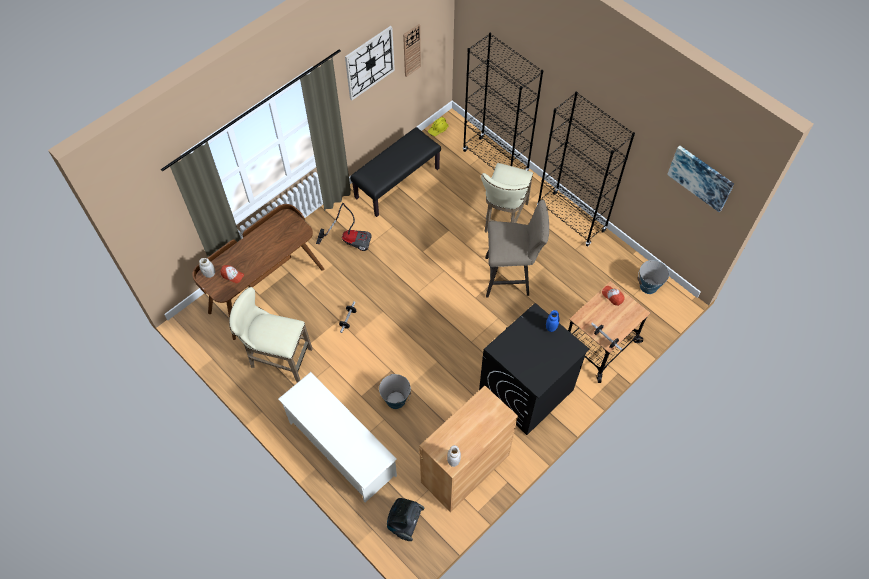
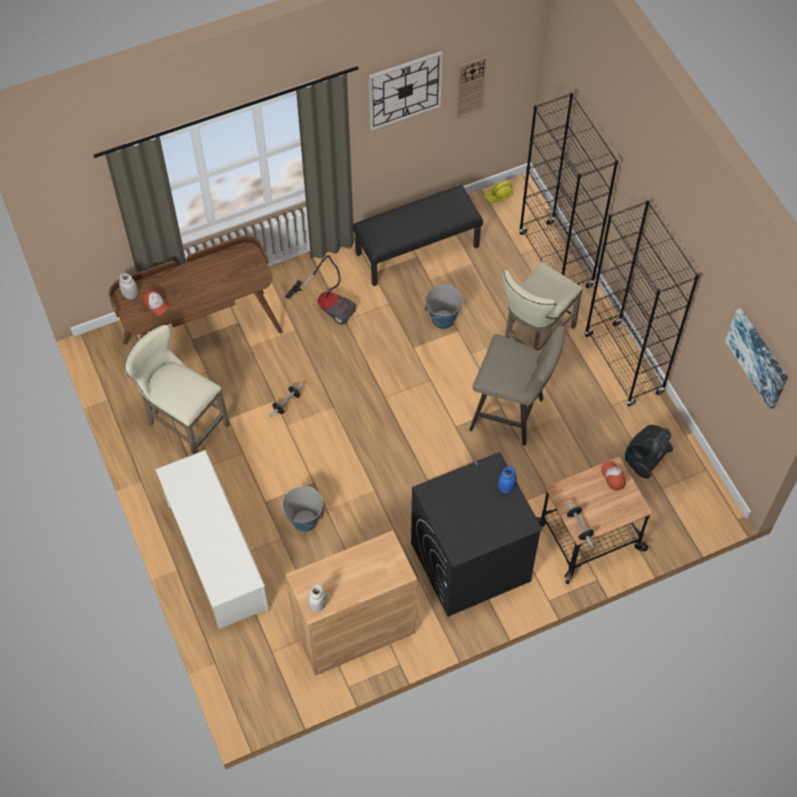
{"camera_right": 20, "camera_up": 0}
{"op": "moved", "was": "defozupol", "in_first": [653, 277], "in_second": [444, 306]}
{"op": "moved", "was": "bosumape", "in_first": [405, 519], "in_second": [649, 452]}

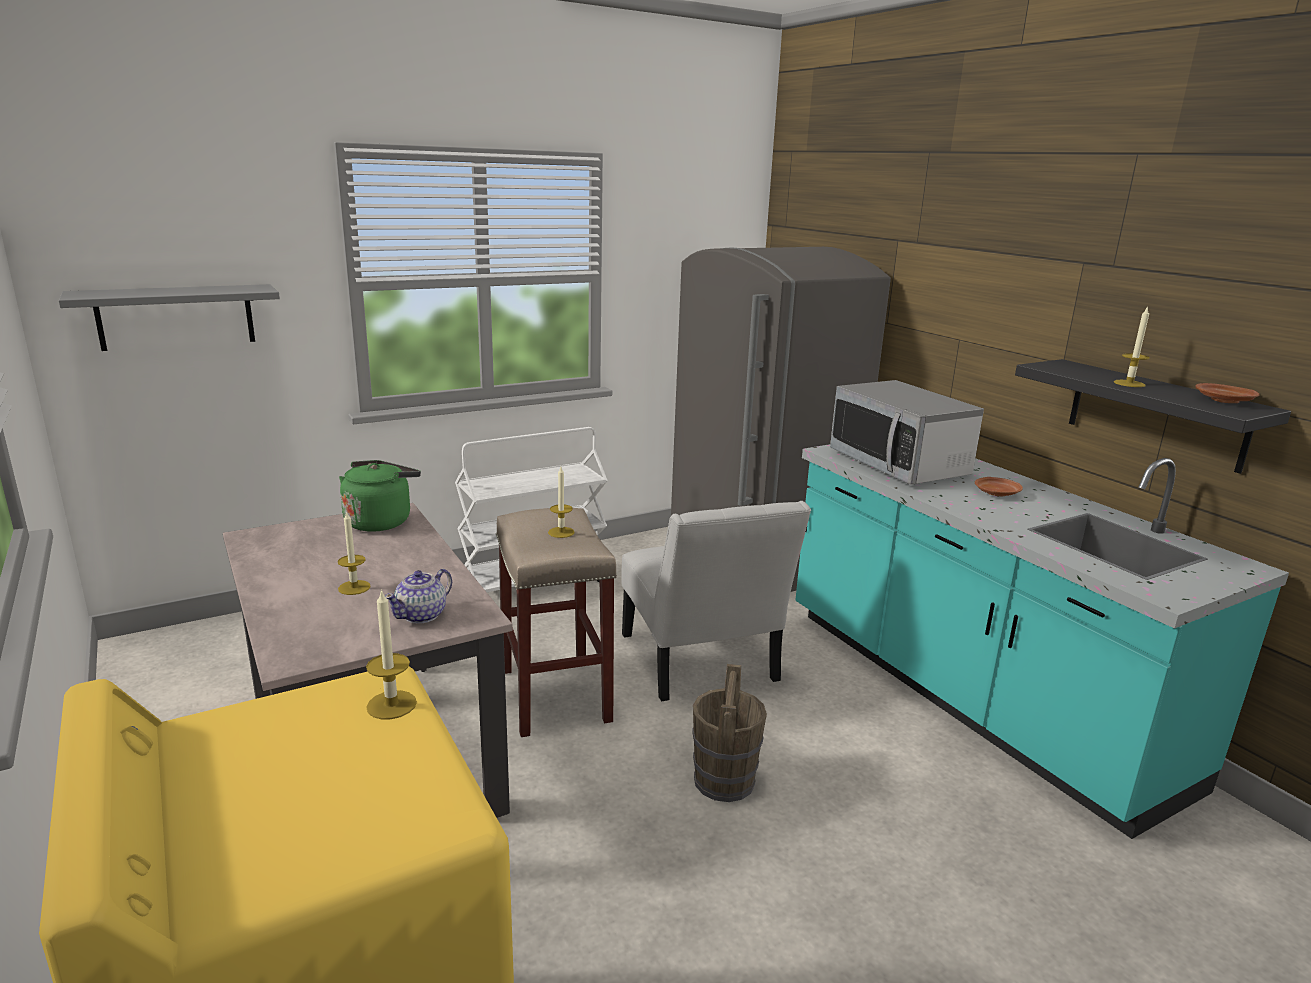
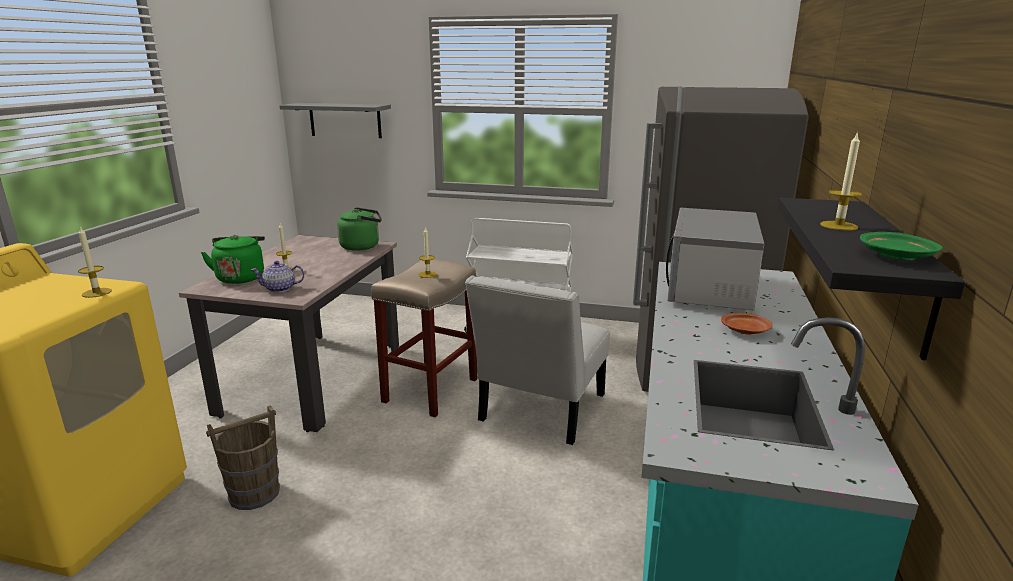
{"camera_right": 45, "camera_up": 0}
{"op": "added", "now": "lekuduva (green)", "in_second": [233, 259]}
{"op": "moved", "was": "defozupol (brown)", "in_first": [729, 733], "in_second": [243, 457]}
{"op": "recoloured", "was": "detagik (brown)", "now": "detagik (green)", "in_first": [1227, 393], "in_second": [901, 246]}

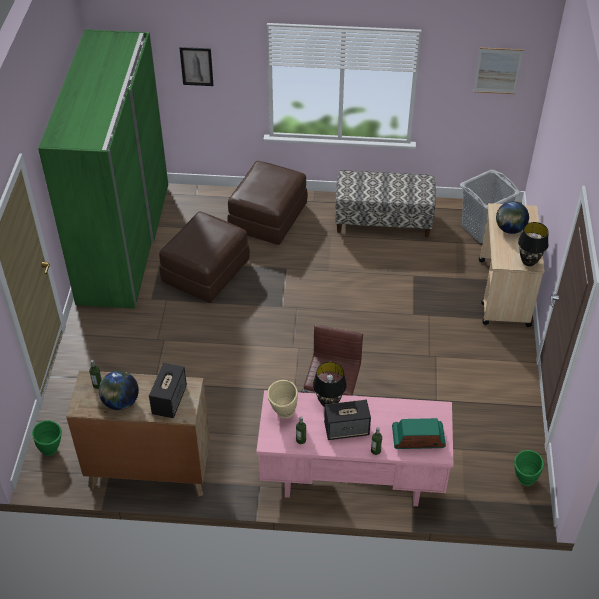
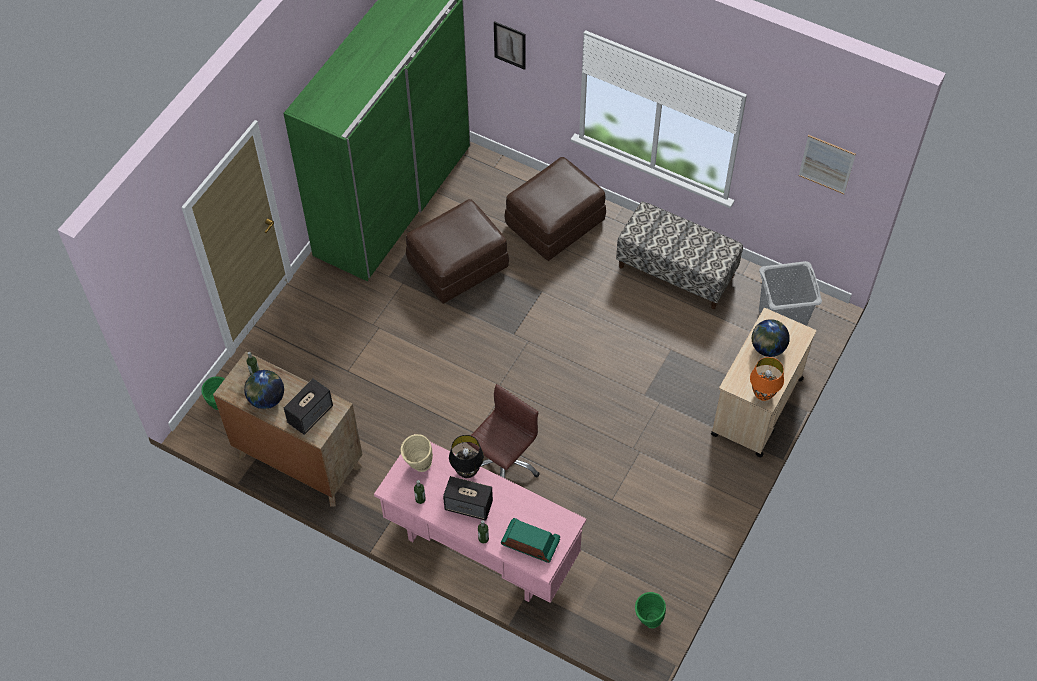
{"camera_right": 25, "camera_up": 10}
{"op": "recoloured", "was": "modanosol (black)", "now": "modanosol (orange)", "in_first": [533, 244], "in_second": [767, 379]}

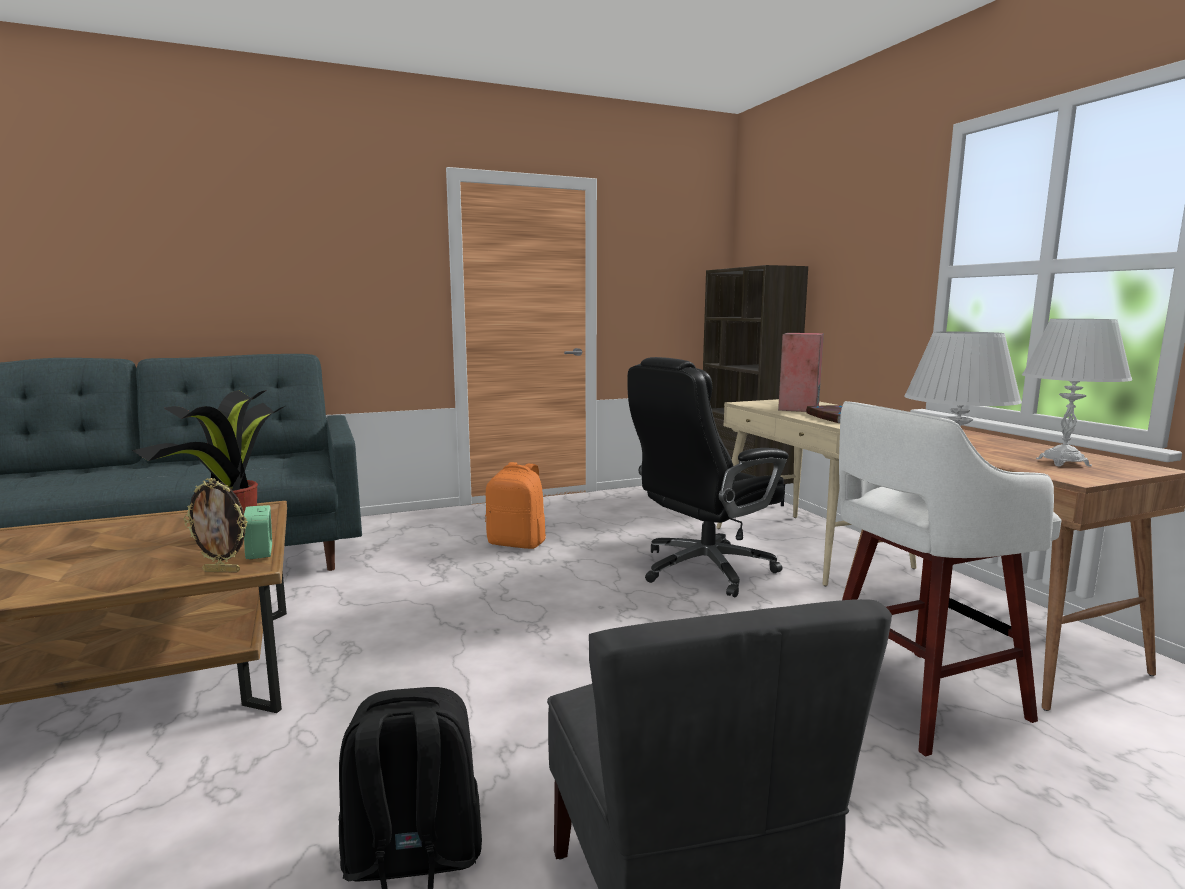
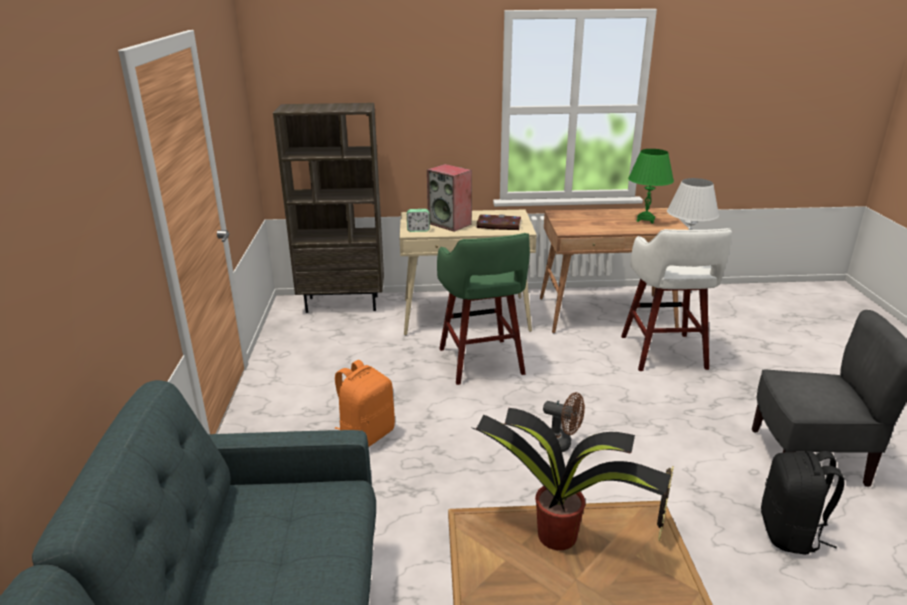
{"camera_right": -70, "camera_up": 15}
{"op": "moved", "was": "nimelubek", "in_first": [258, 532], "in_second": [418, 220]}
{"op": "replaced", "was": "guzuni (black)", "now": "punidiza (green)", "in_first": [708, 477], "in_second": [483, 309]}
{"op": "added", "now": "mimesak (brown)", "in_second": [562, 422]}
{"op": "recoloured", "was": "modanosol (white)", "now": "modanosol (green)", "in_first": [1077, 393], "in_second": [651, 186]}

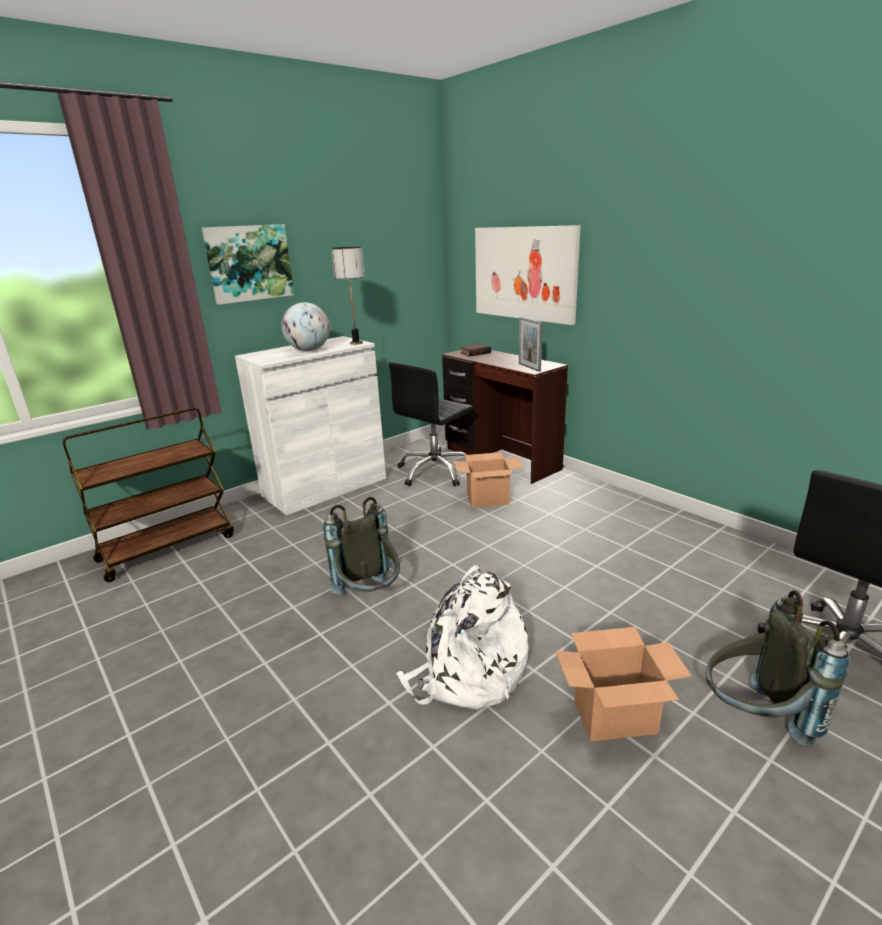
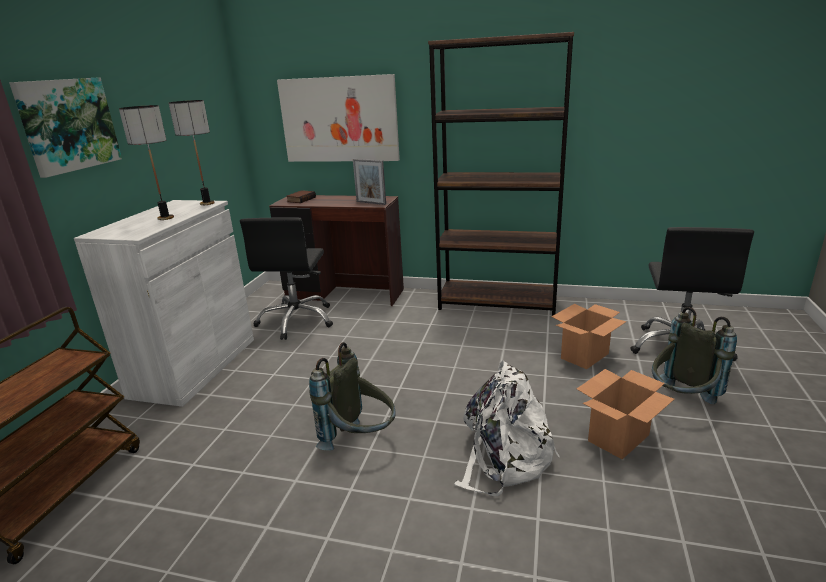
{"camera_right": -35, "camera_up": 0}
{"op": "replaced", "was": "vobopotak", "now": "modanosol", "in_first": [305, 326], "in_second": [146, 162]}
{"op": "added", "now": "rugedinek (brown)", "in_second": [501, 174]}
{"op": "moved", "was": "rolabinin", "in_first": [488, 480], "in_second": [588, 336]}

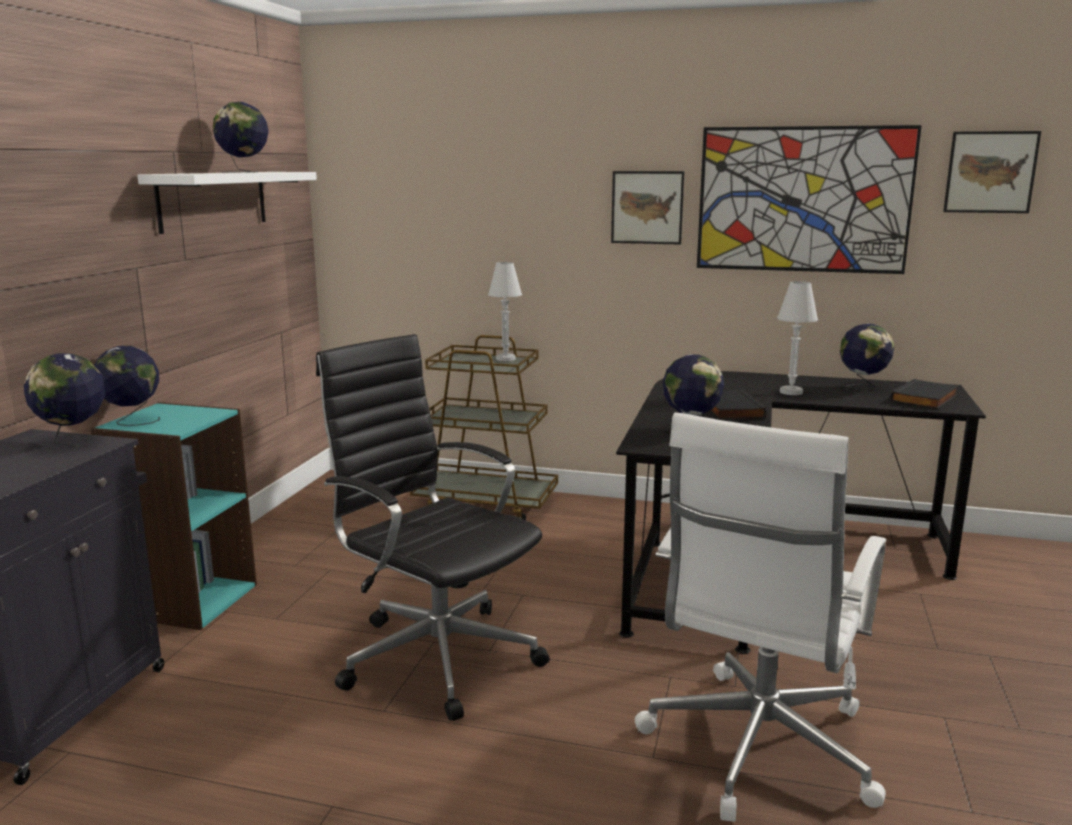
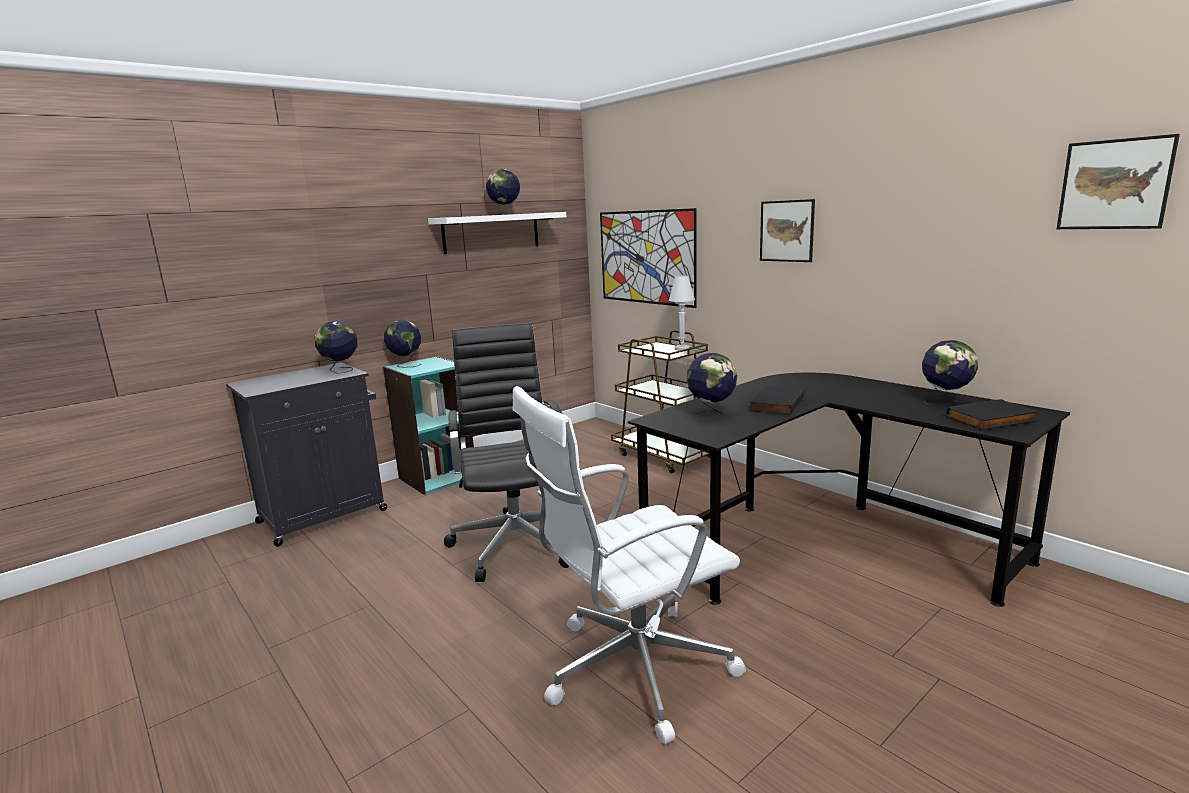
{"camera_right": 35, "camera_up": 0}
{"op": "moved", "was": "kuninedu", "in_first": [809, 199], "in_second": [648, 258]}
{"op": "removed", "was": "modanosol (white)", "in_first": [797, 338]}

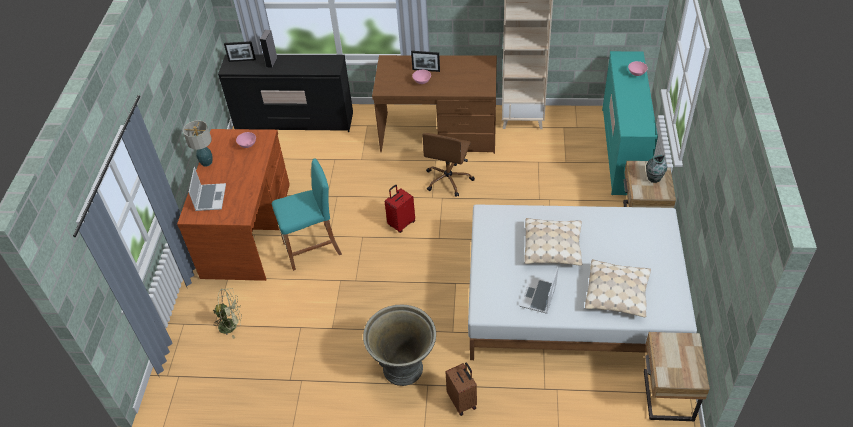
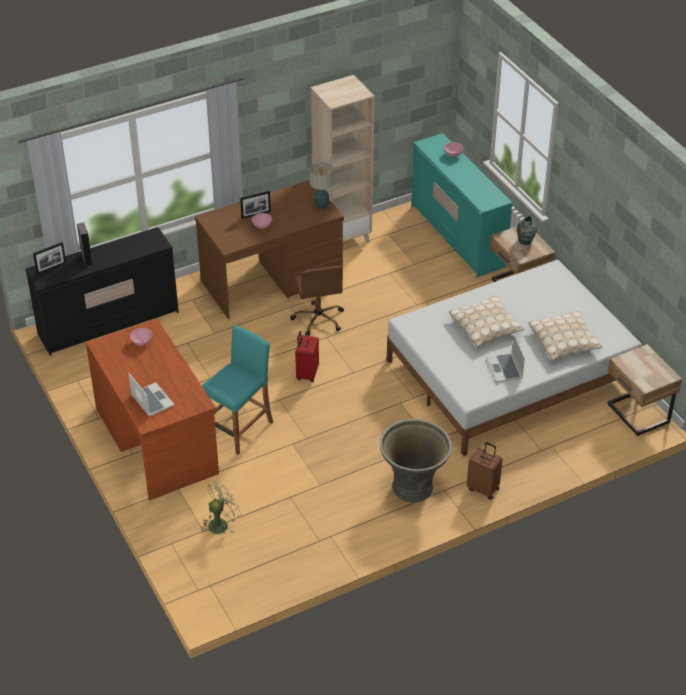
{"camera_right": -35, "camera_up": -5}
{"op": "moved", "was": "modanosol", "in_first": [198, 143], "in_second": [321, 185]}

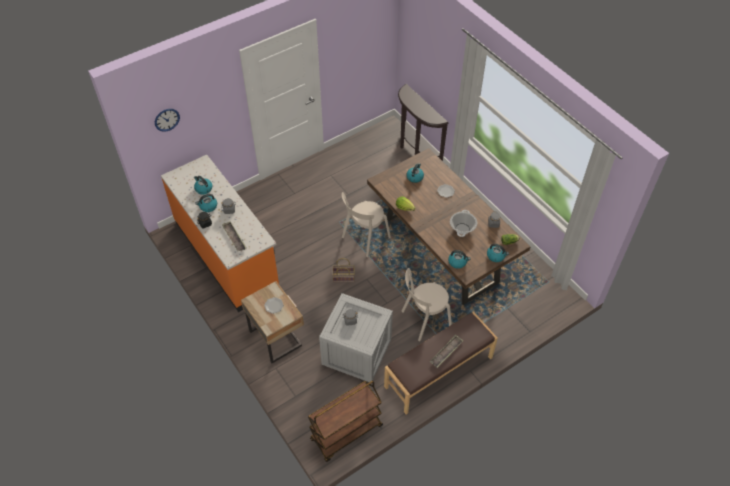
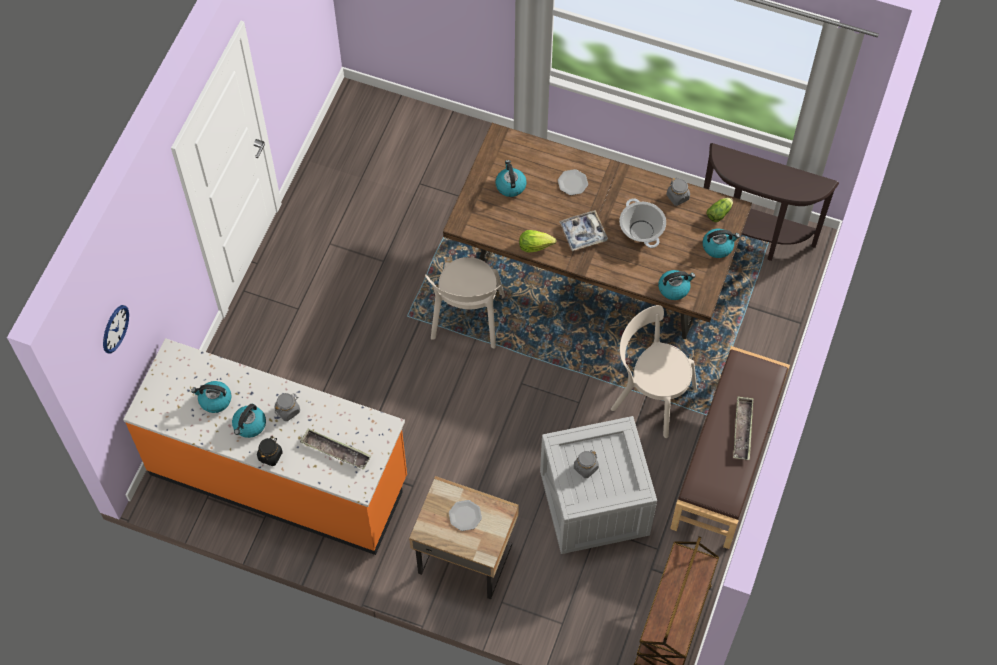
{"camera_right": -35, "camera_up": 10}
{"op": "added", "now": "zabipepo", "in_second": [583, 230]}
{"op": "turned", "was": "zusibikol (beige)", "in_first": [426, 304], "in_second": [654, 371], "clockwise": 90}
{"op": "moved", "was": "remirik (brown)", "in_first": [423, 122], "in_second": [771, 202]}
{"op": "removed", "was": "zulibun", "in_first": [343, 270]}

